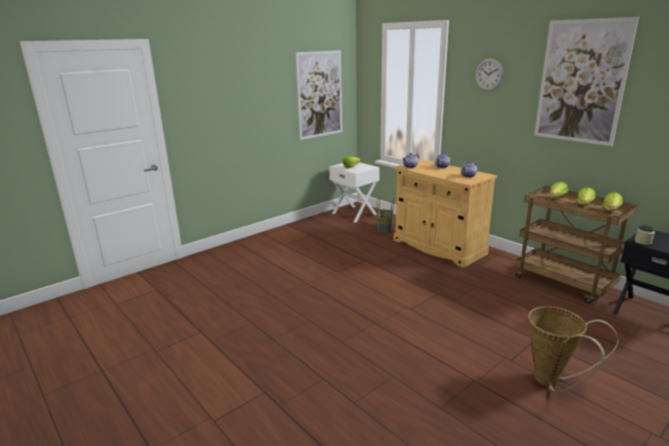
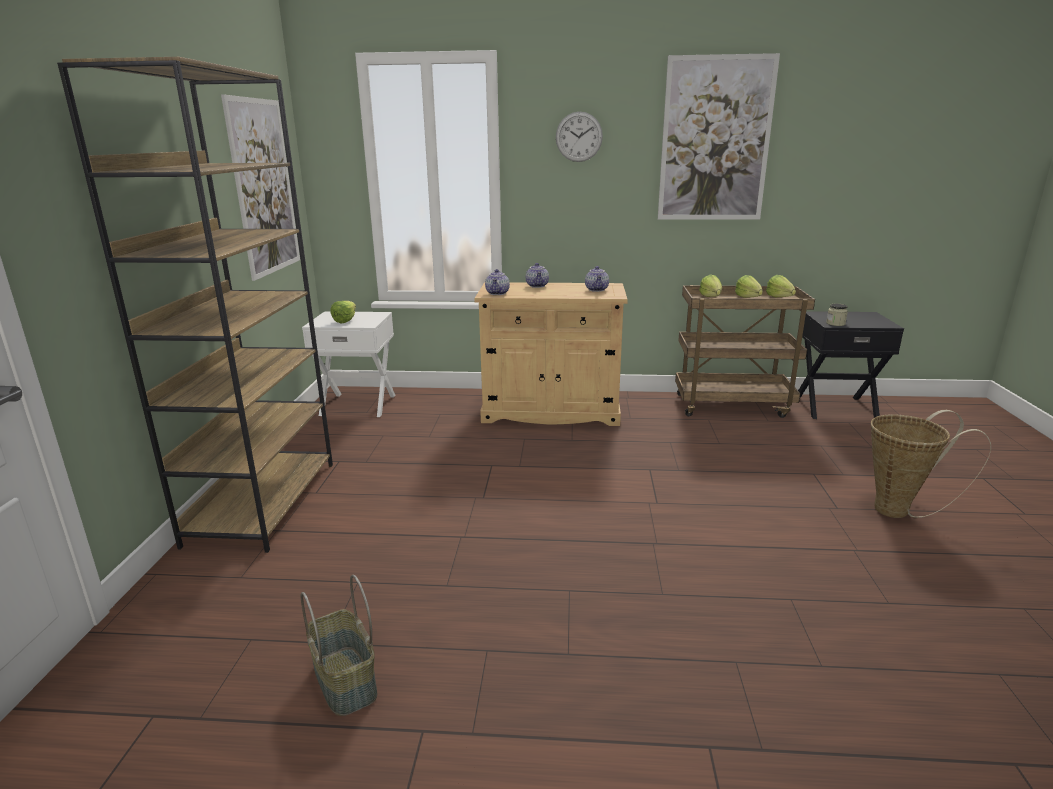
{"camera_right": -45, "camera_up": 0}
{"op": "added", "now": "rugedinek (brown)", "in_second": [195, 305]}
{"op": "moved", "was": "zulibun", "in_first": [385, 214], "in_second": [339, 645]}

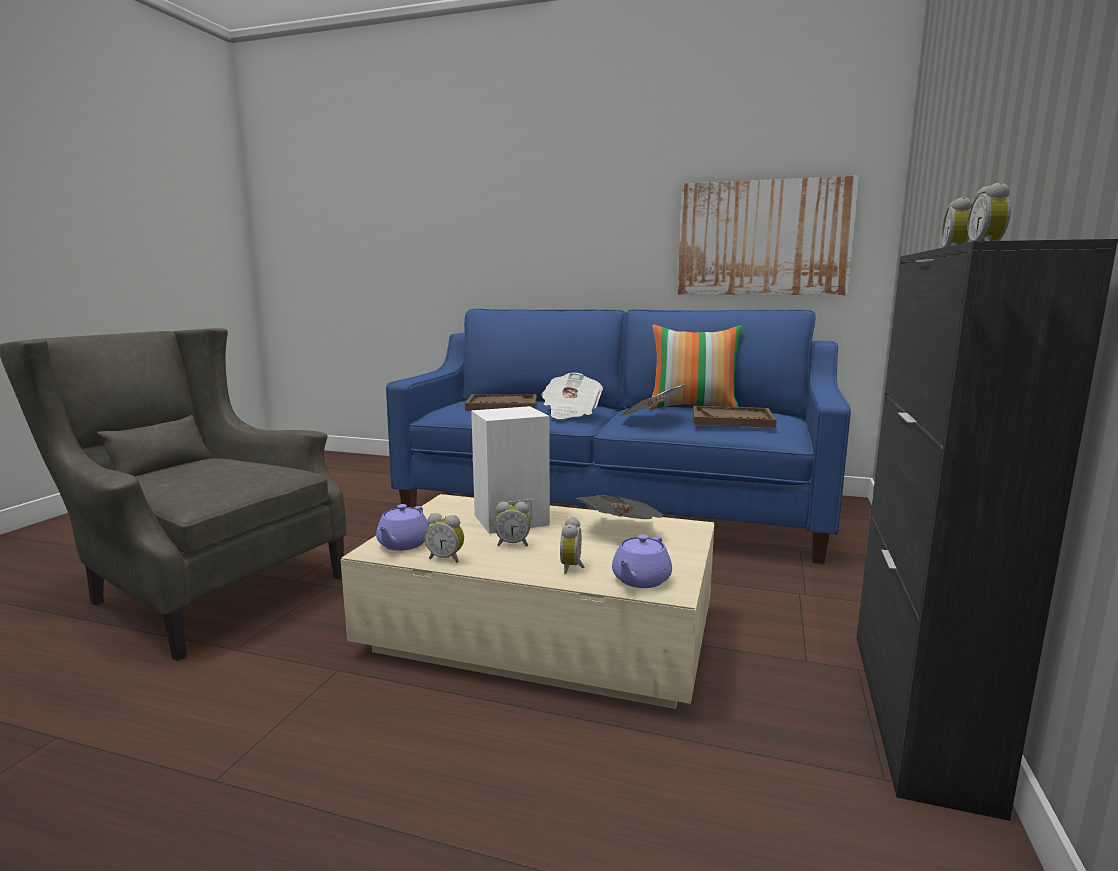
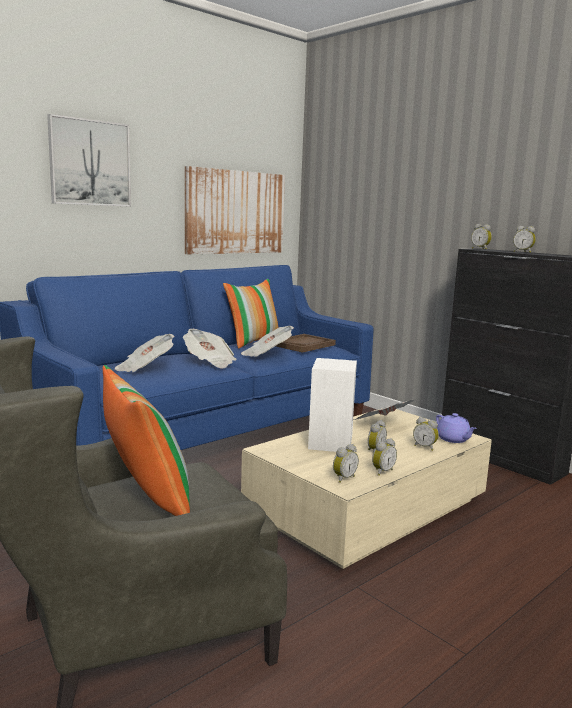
{"camera_right": -60, "camera_up": 0}
{"op": "added", "now": "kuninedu", "in_second": [89, 160]}
{"op": "added", "now": "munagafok", "in_second": [146, 440]}
{"op": "replaced", "was": "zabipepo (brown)", "now": "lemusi", "in_first": [501, 402], "in_second": [145, 353]}
{"op": "replaced", "was": "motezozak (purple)", "now": "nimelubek", "in_first": [402, 527], "in_second": [346, 463]}

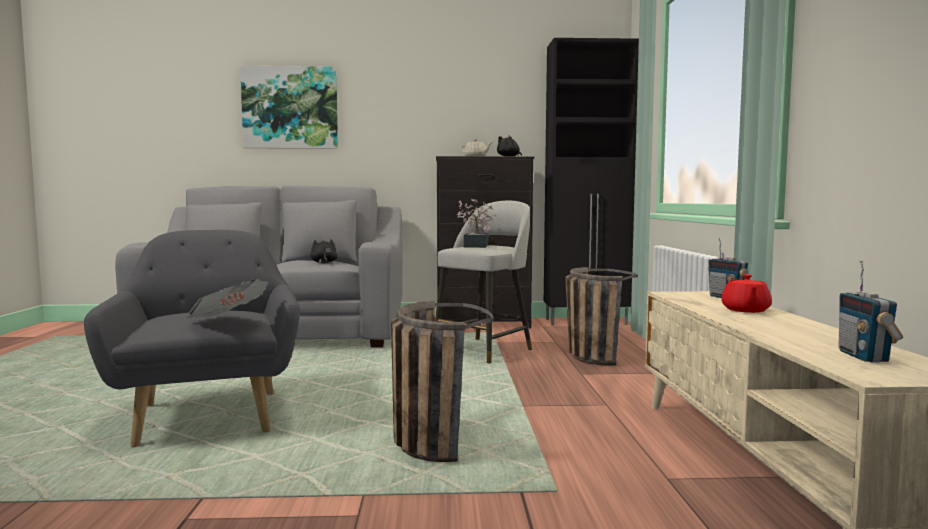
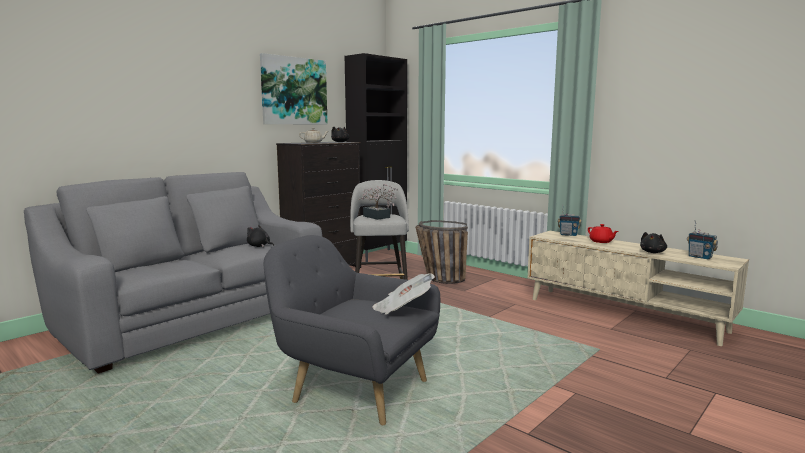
{"camera_right": -45, "camera_up": 5}
{"op": "moved", "was": "kuninedu", "in_first": [289, 107], "in_second": [294, 88]}
{"op": "added", "now": "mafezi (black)", "in_second": [653, 242]}
{"op": "removed", "was": "zulibun", "in_first": [442, 381]}

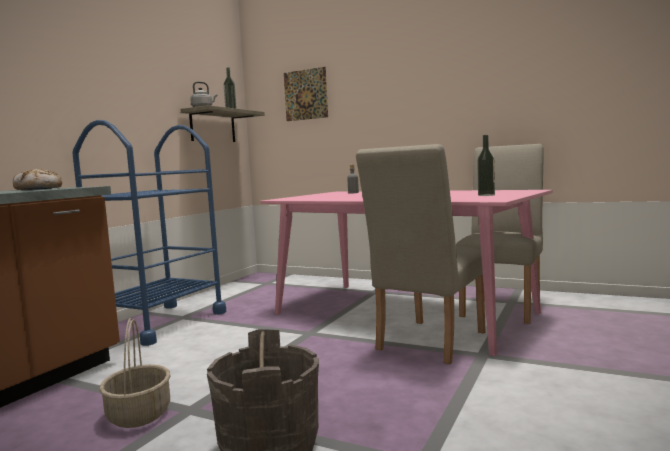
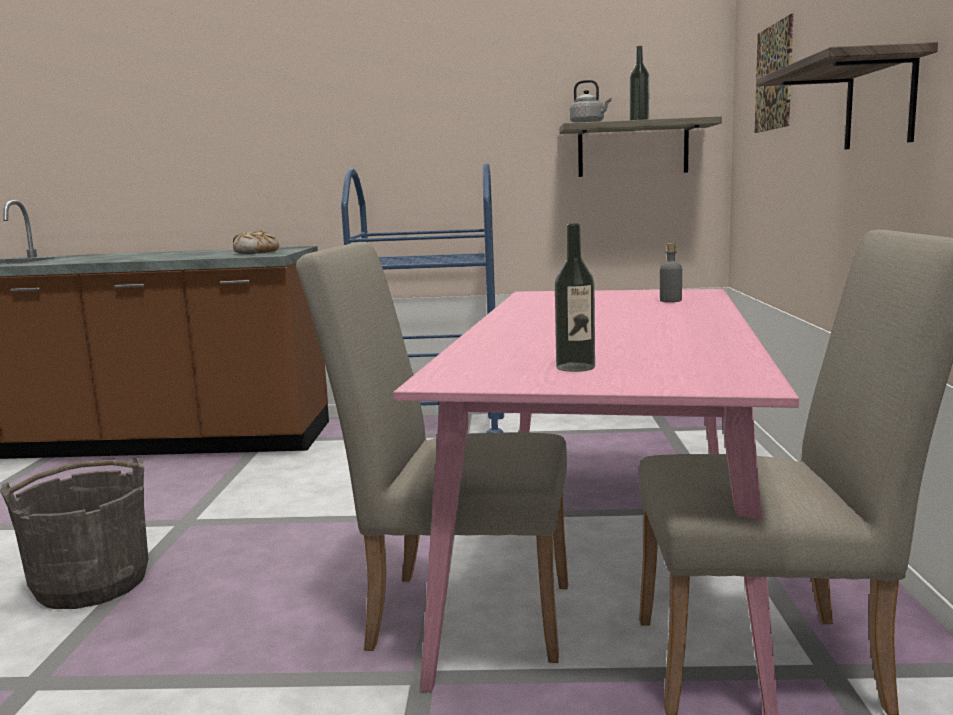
{"camera_right": 65, "camera_up": 5}
{"op": "added", "now": "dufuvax", "in_second": [847, 95]}
{"op": "removed", "was": "zulibun", "in_first": [134, 373]}

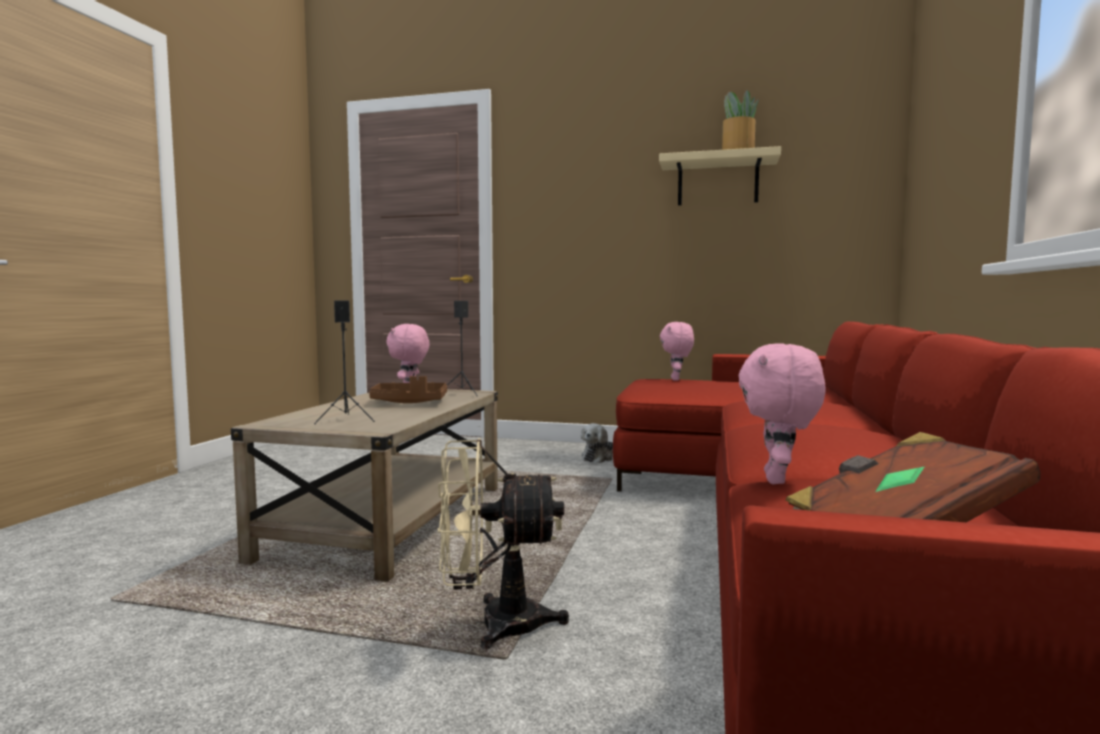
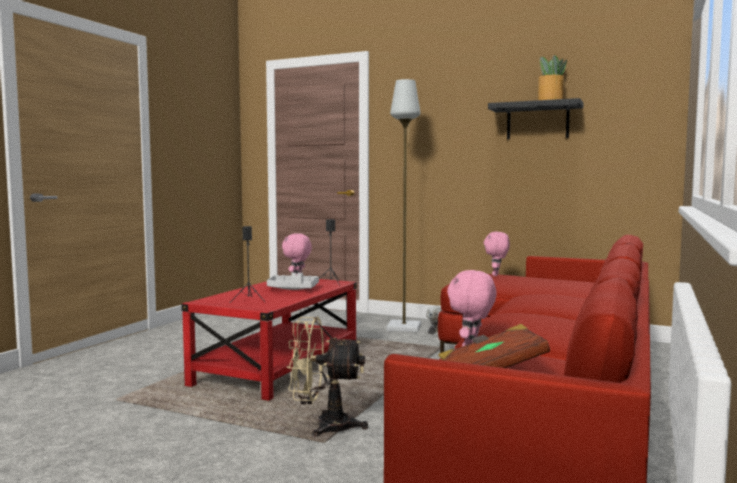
{"camera_right": 10, "camera_up": 0}
{"op": "recoloured", "was": "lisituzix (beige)", "now": "lisituzix (red)", "in_first": [364, 485], "in_second": [269, 340]}
{"op": "recoloured", "was": "zabipepo (brown)", "now": "zabipepo (grey)", "in_first": [408, 389], "in_second": [293, 281]}
{"op": "added", "now": "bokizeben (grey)", "in_second": [403, 205]}
{"op": "recoloured", "was": "dufuvax (beige)", "now": "dufuvax (black)", "in_first": [720, 175], "in_second": [535, 118]}

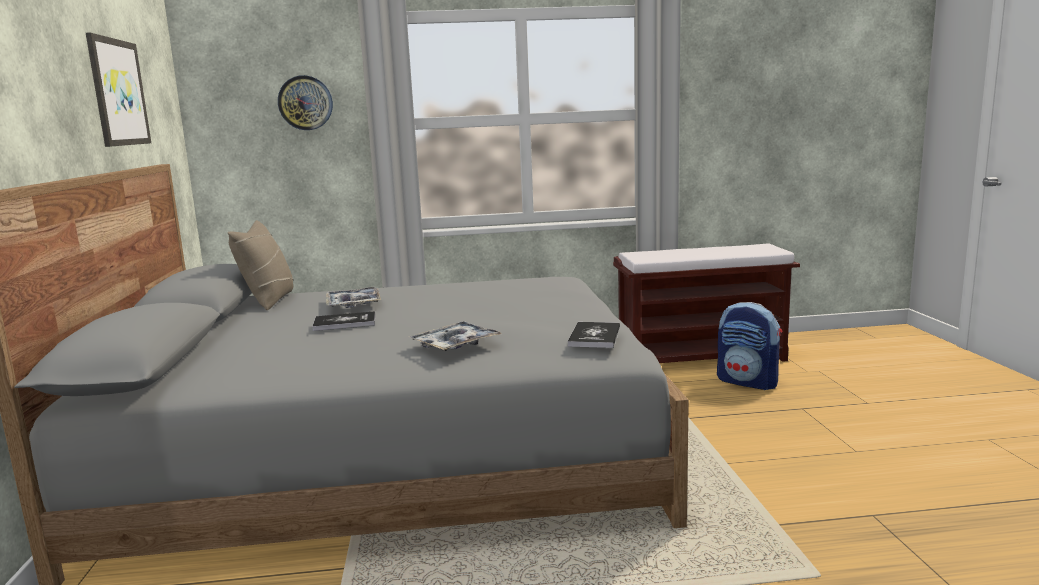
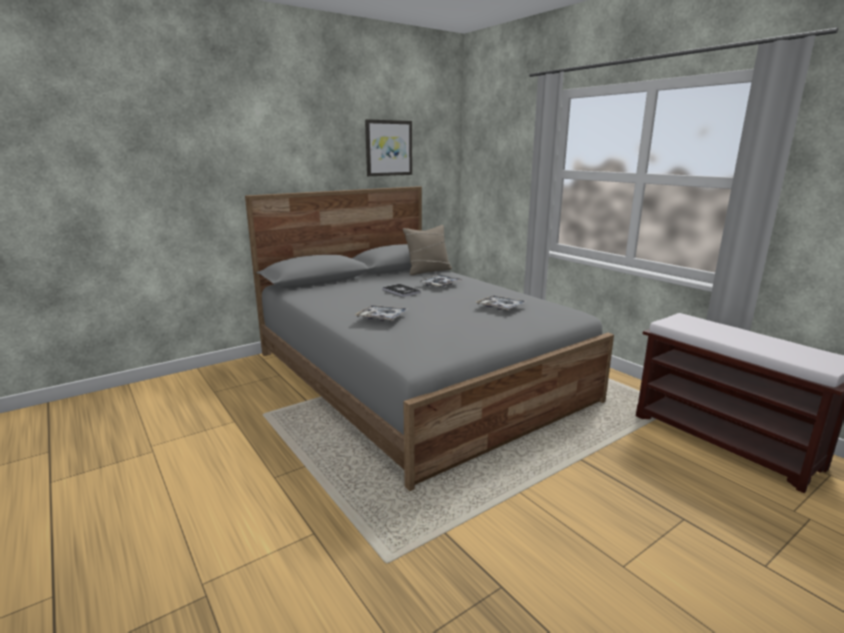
{"camera_right": 60, "camera_up": 5}
{"op": "added", "now": "zabipepo", "in_second": [501, 302]}
{"op": "removed", "was": "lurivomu", "in_first": [305, 102]}
{"op": "removed", "was": "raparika", "in_first": [594, 335]}
{"op": "removed", "was": "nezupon", "in_first": [749, 346]}

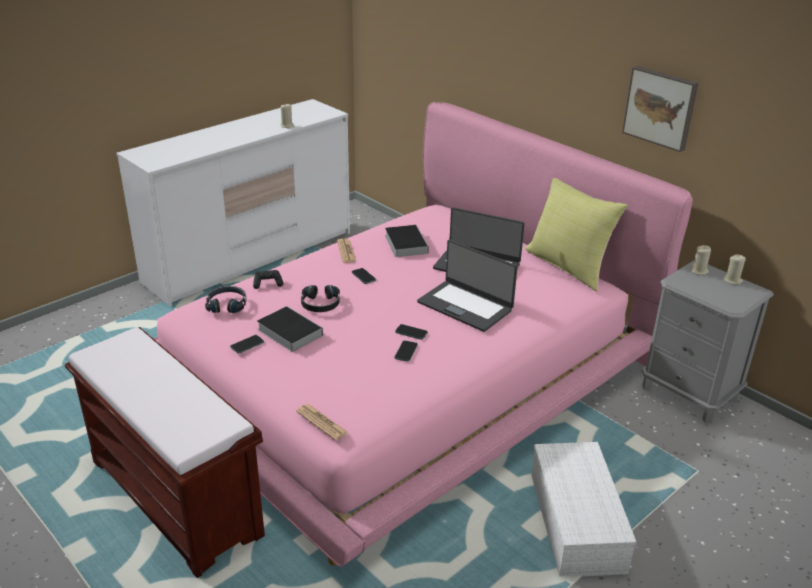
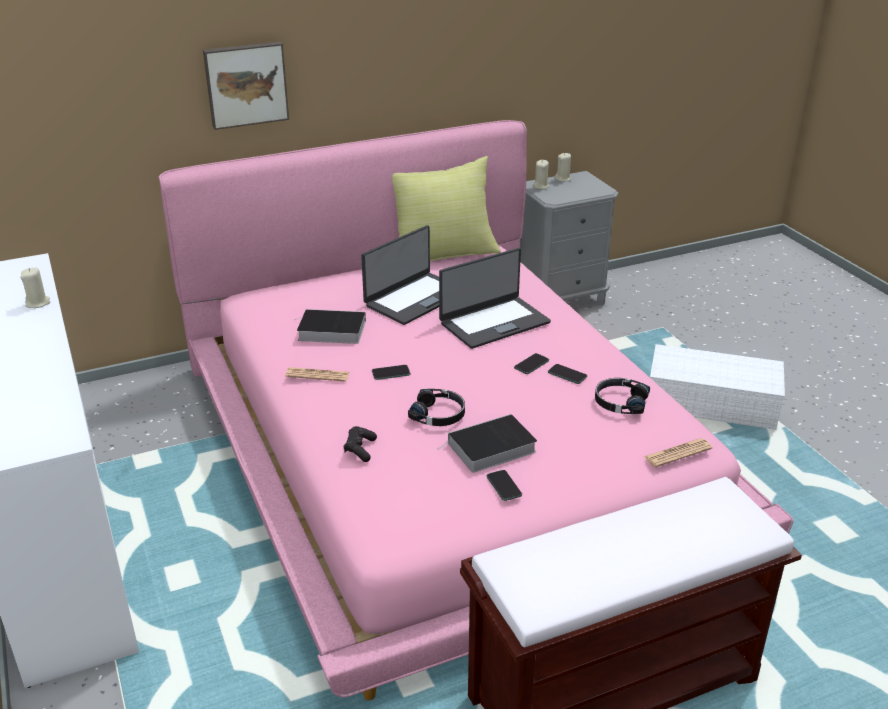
{"camera_right": -70, "camera_up": 0}
{"op": "moved", "was": "kuninedu", "in_first": [660, 109], "in_second": [246, 86]}
{"op": "moved", "was": "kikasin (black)", "in_first": [225, 299], "in_second": [622, 396]}

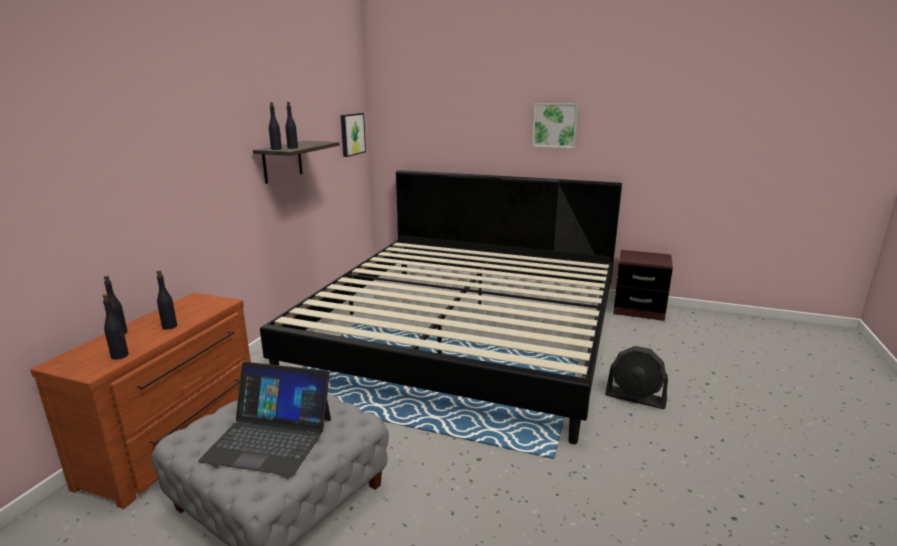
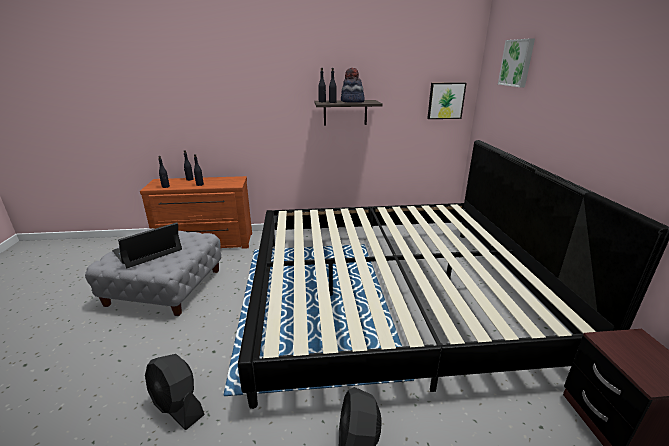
{"camera_right": 65, "camera_up": 5}
{"op": "turned", "was": "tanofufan", "in_first": [264, 419], "in_second": [147, 245], "clockwise": 60}
{"op": "added", "now": "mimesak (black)", "in_second": [175, 392]}
{"op": "added", "now": "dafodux", "in_second": [353, 85]}
{"op": "moved", "was": "kuninedu", "in_first": [555, 125], "in_second": [516, 62]}

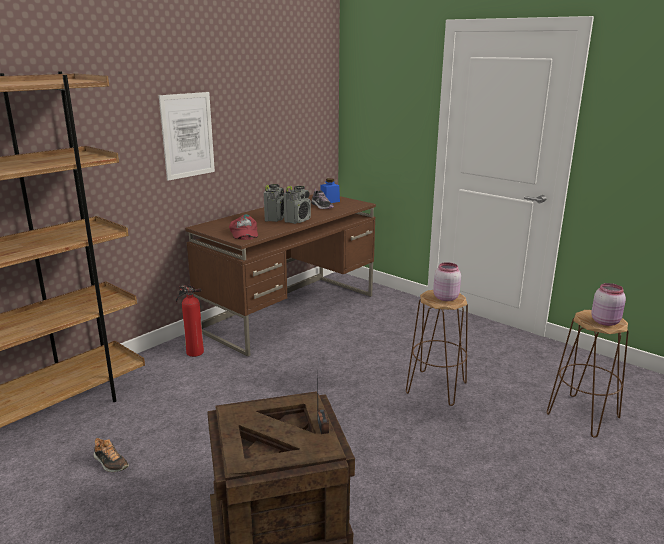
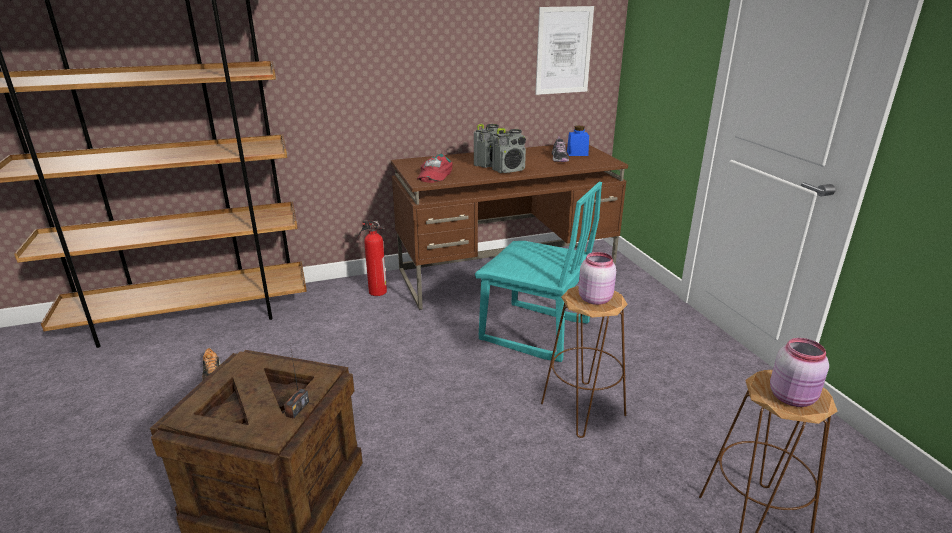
{"camera_right": 30, "camera_up": 5}
{"op": "added", "now": "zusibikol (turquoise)", "in_second": [538, 271]}
{"op": "moved", "was": "kuninedu", "in_first": [187, 136], "in_second": [564, 50]}

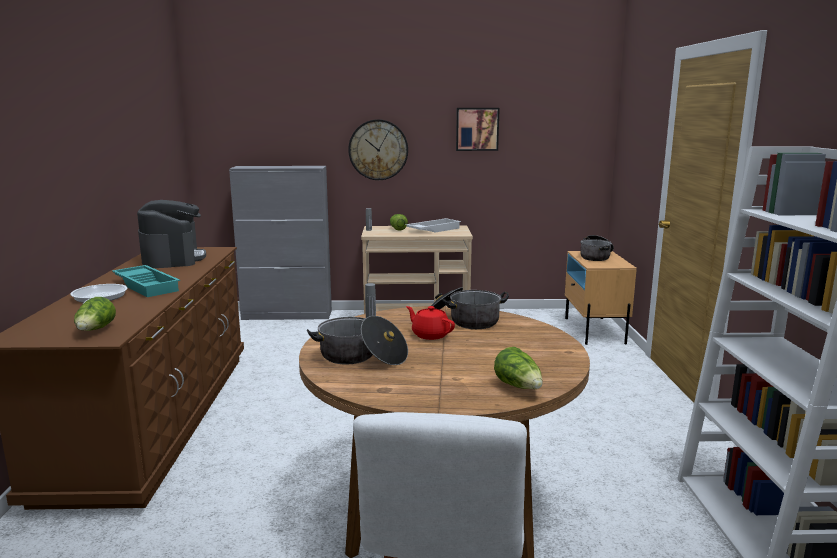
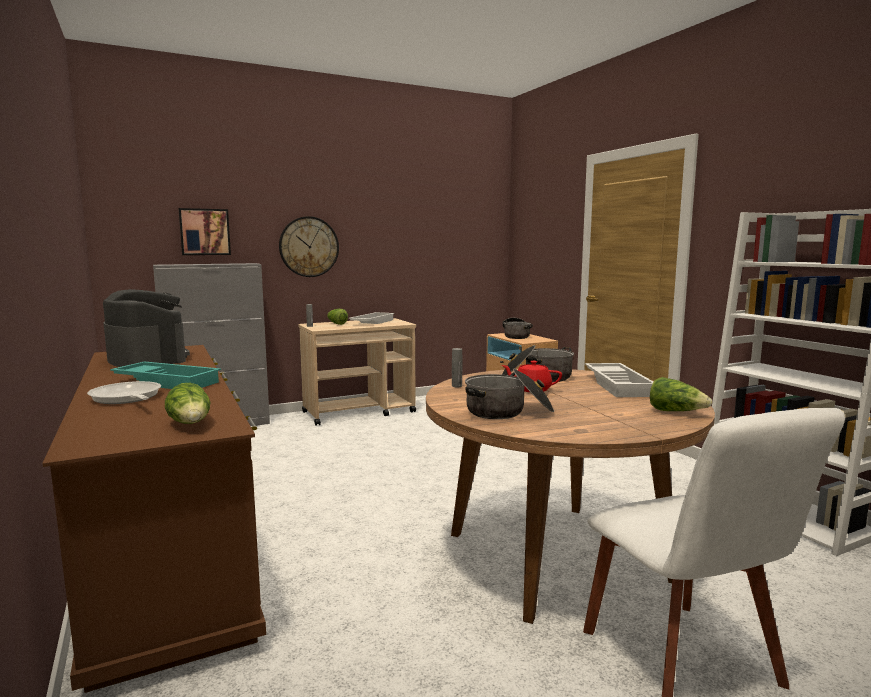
{"camera_right": -25, "camera_up": -5}
{"op": "moved", "was": "kuninedu", "in_first": [478, 129], "in_second": [205, 231]}
{"op": "added", "now": "zabipepo (white)", "in_second": [619, 380]}

